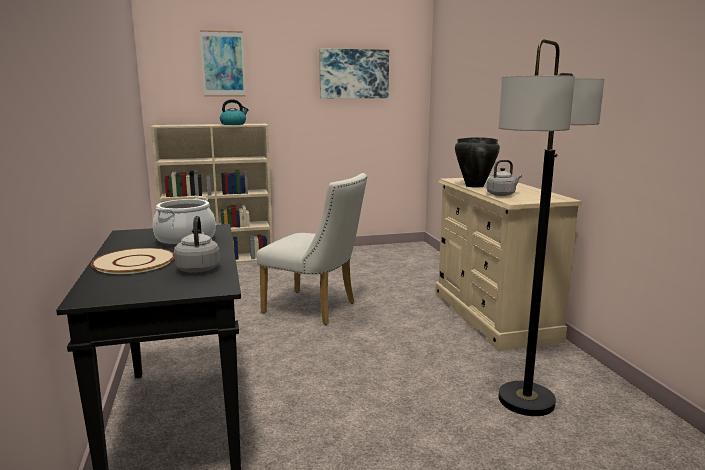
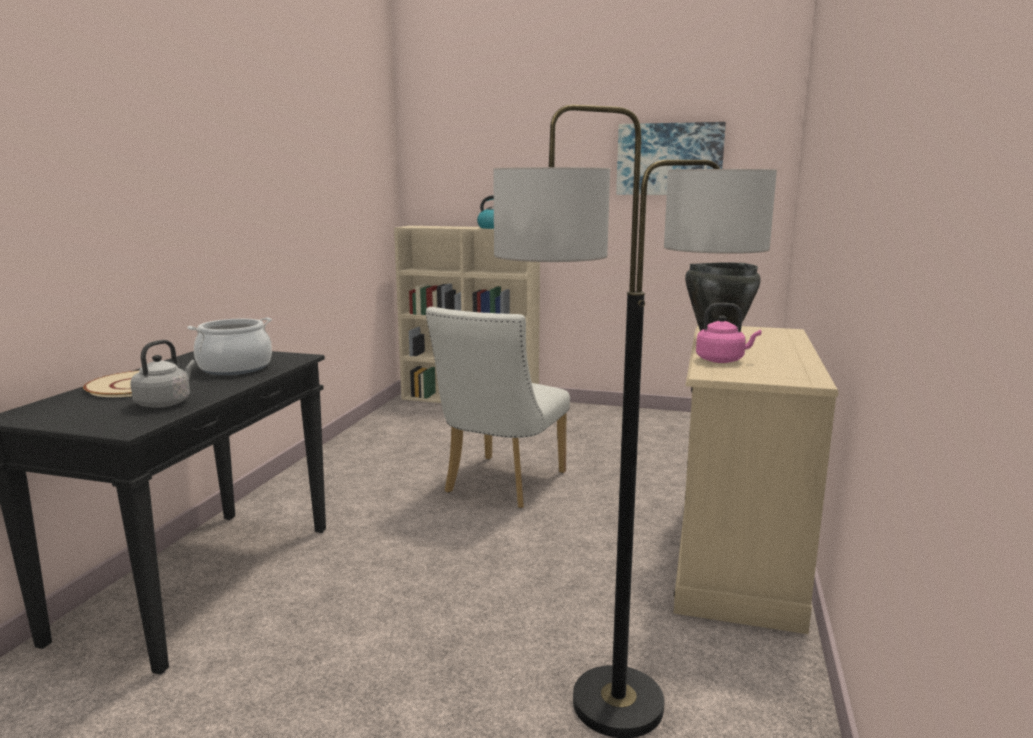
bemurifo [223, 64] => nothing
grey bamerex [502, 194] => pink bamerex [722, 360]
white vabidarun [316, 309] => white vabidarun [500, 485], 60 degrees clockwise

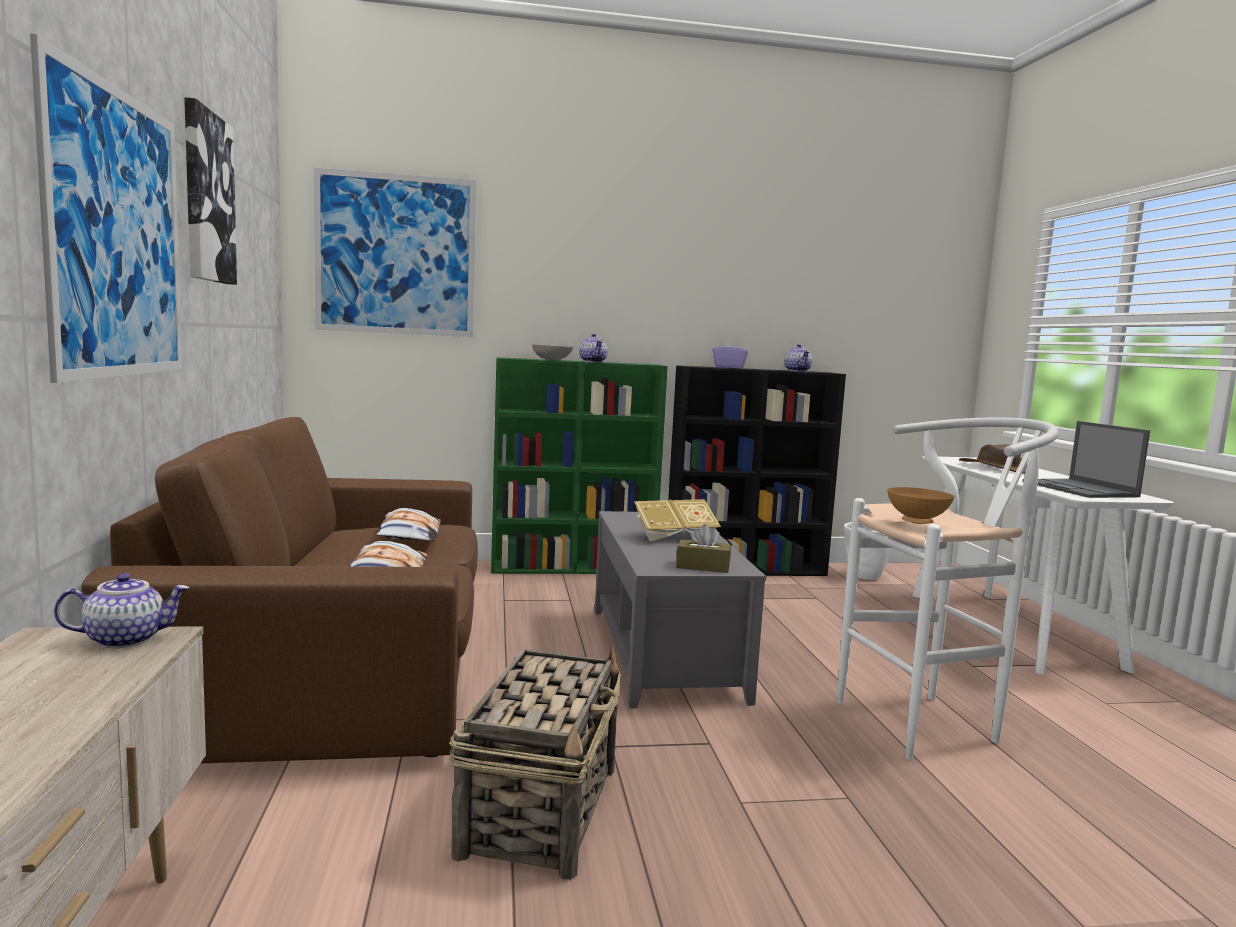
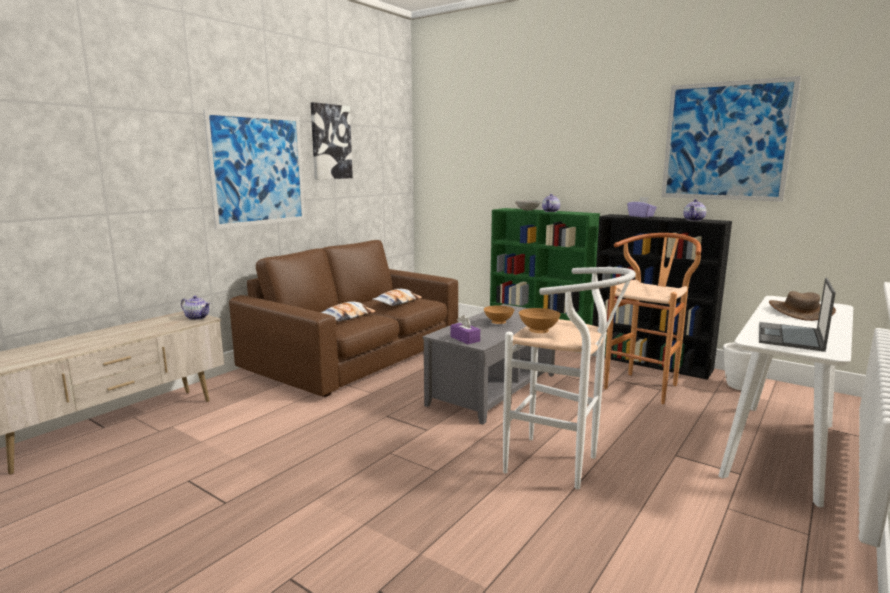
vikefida [541, 809] => nothing
nothing => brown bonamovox [645, 385]
bemurifo [396, 255] => bemurifo [725, 141], moved
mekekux [674, 537] => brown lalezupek [499, 323]
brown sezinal [703, 566] => purple sezinal [465, 339]

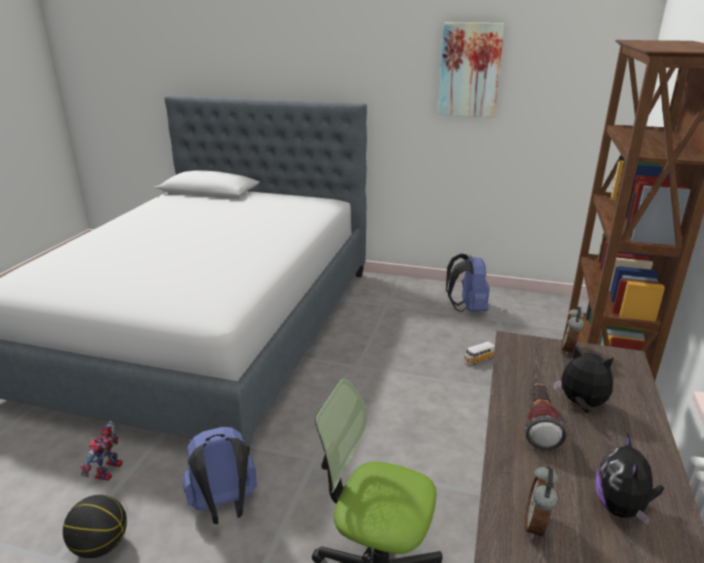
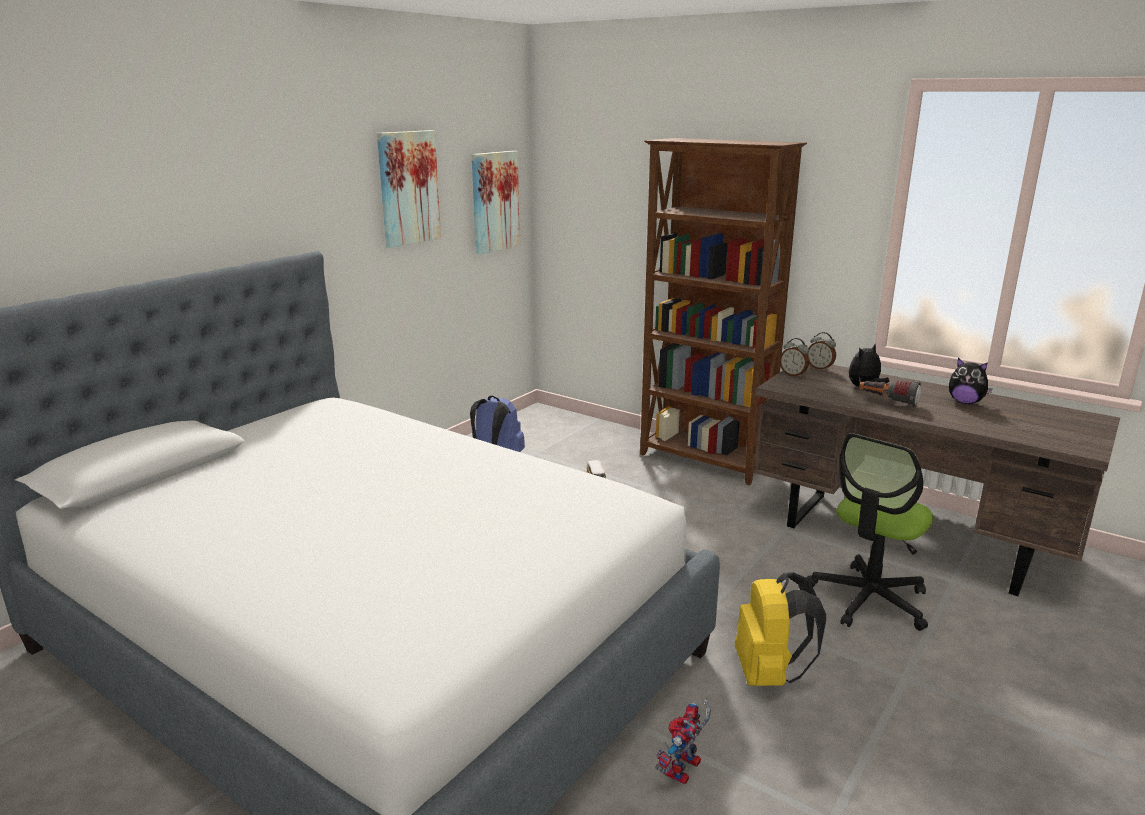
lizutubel [101, 546] => nothing
nothing => bemurifo [494, 202]
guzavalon [536, 525] => guzavalon [820, 368], moved
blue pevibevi [224, 507] => yellow pevibevi [769, 674]
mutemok [109, 473] => mutemok [684, 772], 90 degrees clockwise

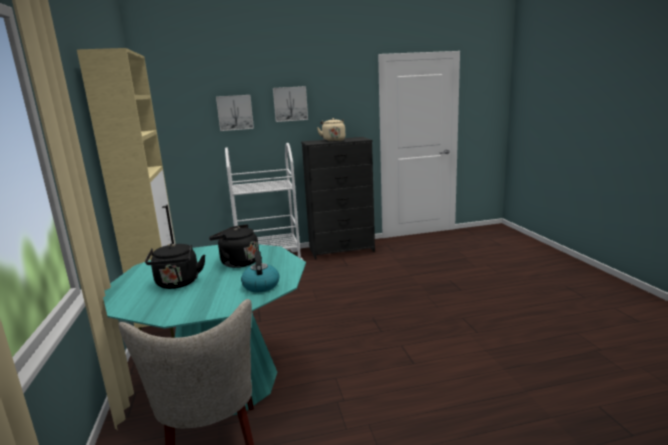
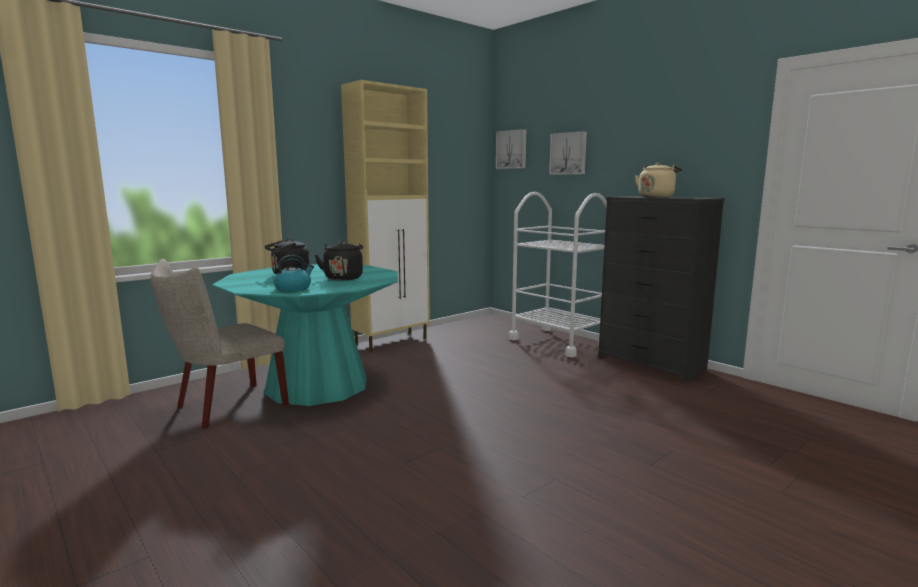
bemurifo [290, 104] => bemurifo [512, 149], moved

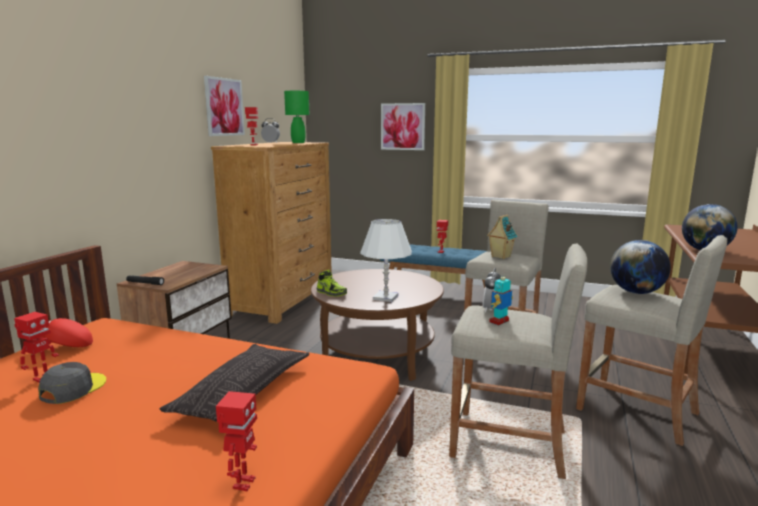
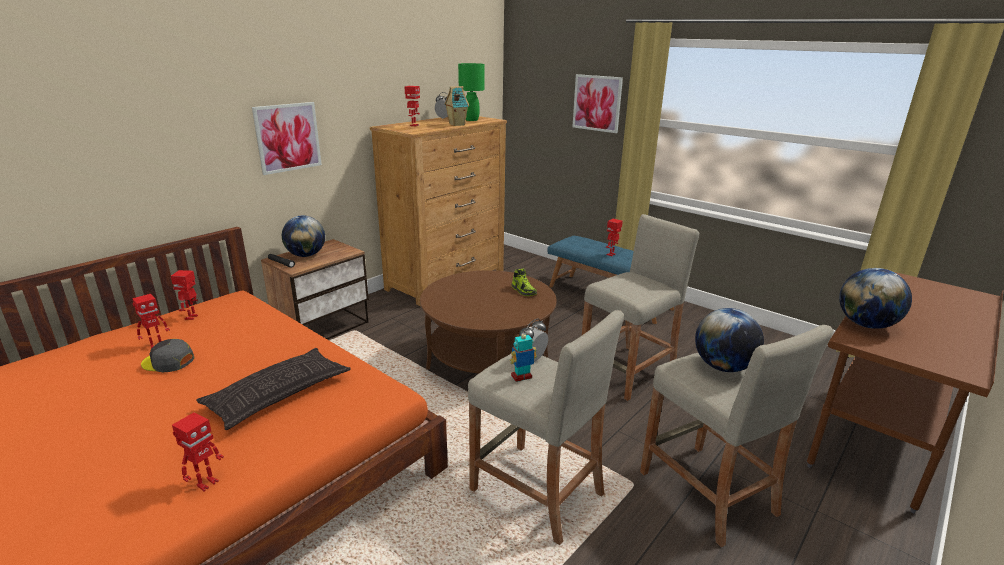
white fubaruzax [385, 297] => nothing
nothing => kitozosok [306, 255]
bemurifo [224, 107] => bemurifo [287, 137], moved
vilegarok [331, 293] => vilegarok [523, 291], moved
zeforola [500, 256] => zeforola [456, 125], moved
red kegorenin [64, 347] => mutemok [192, 317]
grey kegorenin [73, 389] => grey kegorenin [168, 362], 120 degrees counterclockwise

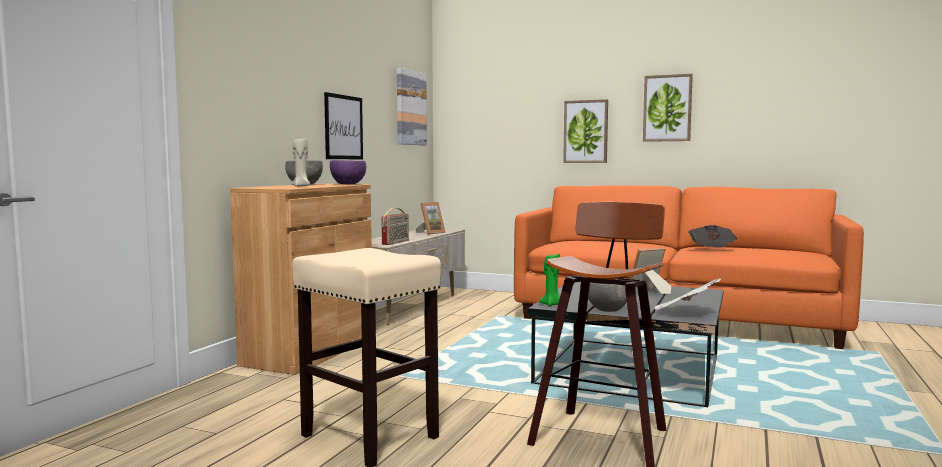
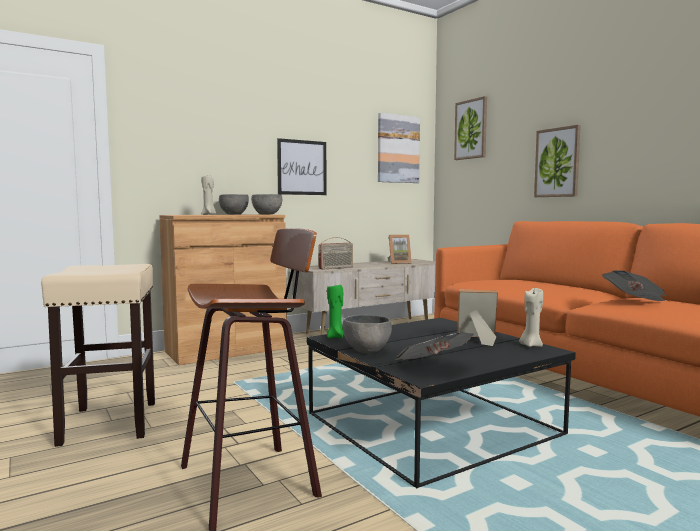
nothing => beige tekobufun [531, 345]
bemurifo [667, 108] => bemurifo [471, 129], moved
purple lalezupek [348, 184] => grey lalezupek [266, 214]

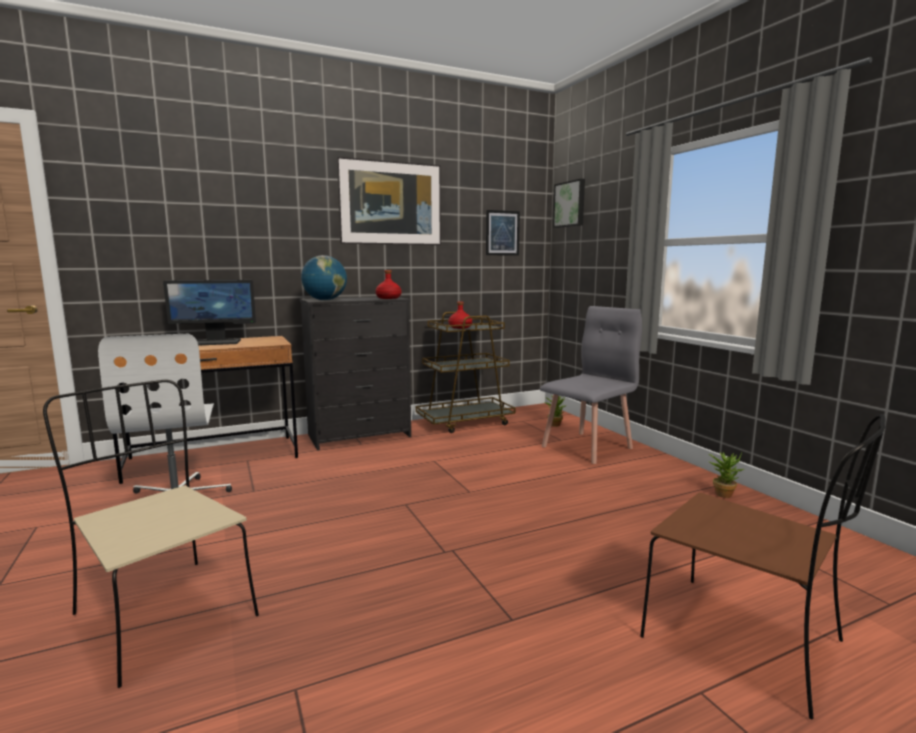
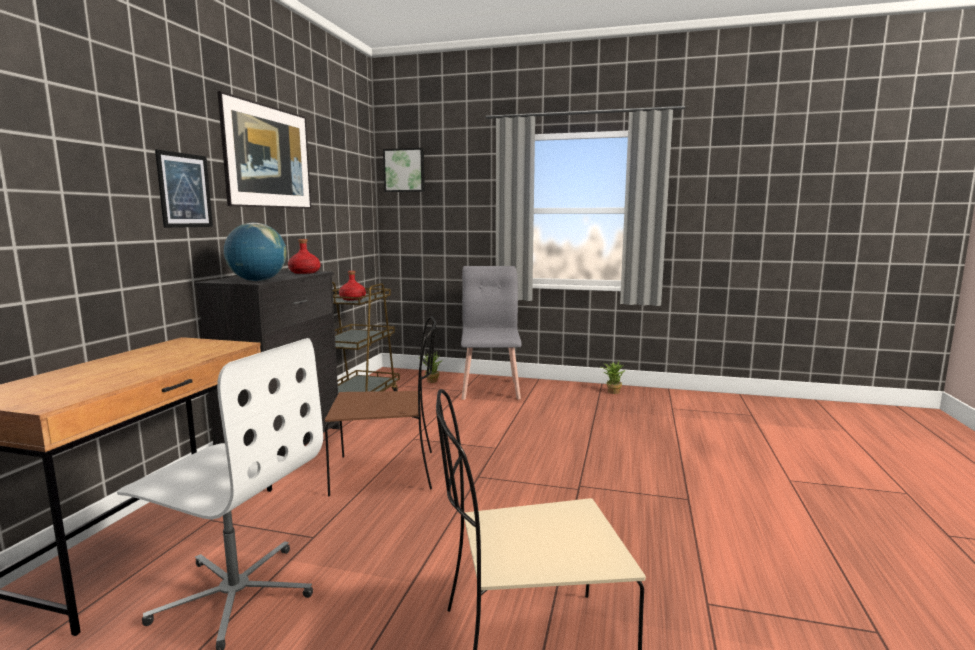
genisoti [214, 342] => nothing
bemurifo [502, 233] => bemurifo [185, 190], moved
brown vabidarun [746, 642] => brown vabidarun [387, 472], moved

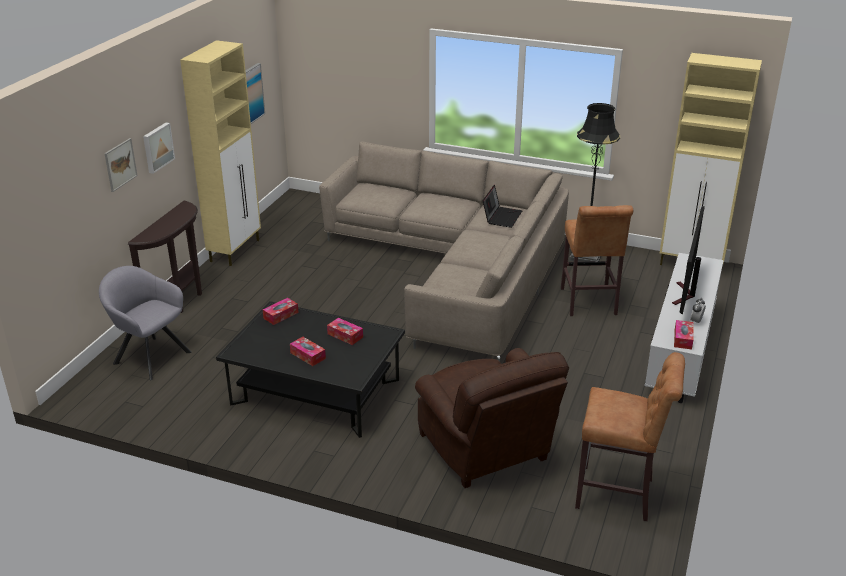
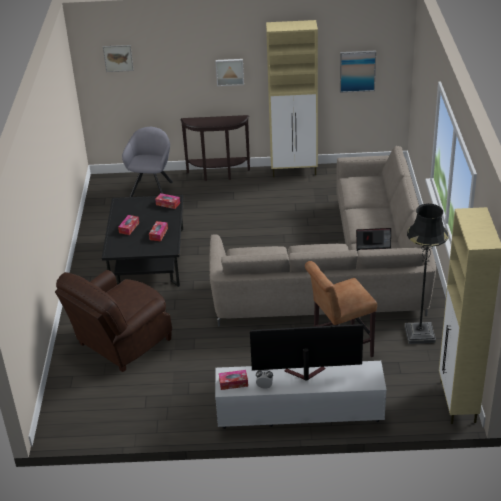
brown bonamovox [619, 494] => nothing
bemurifo [120, 164] => bemurifo [118, 58], moved

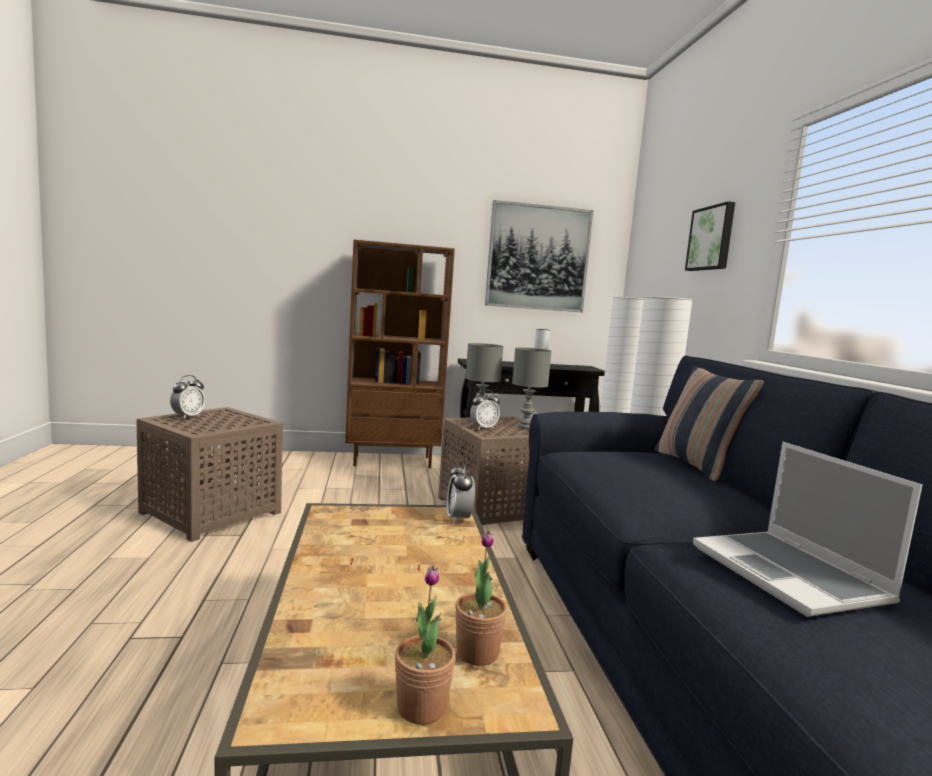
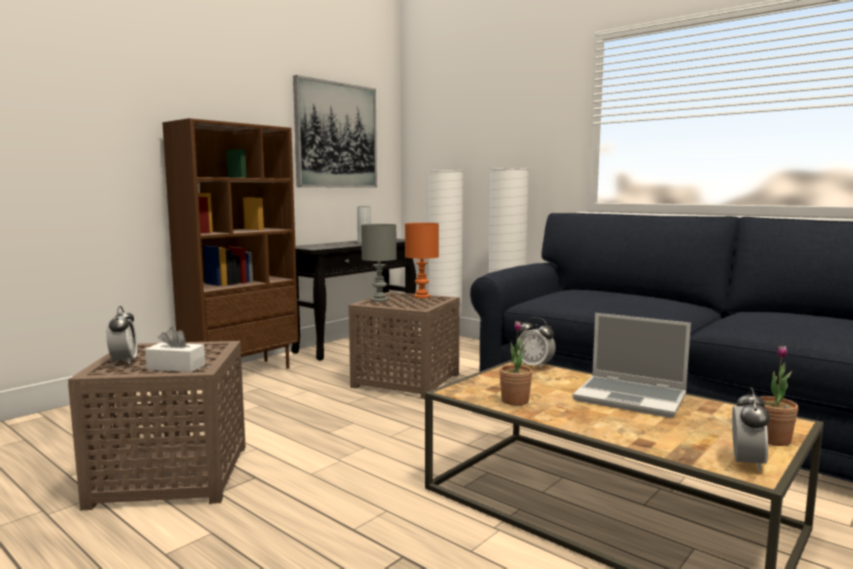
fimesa [696, 465] => nothing
bemurifo [712, 238] => nothing
nothing => white sezinal [176, 367]
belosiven [477, 653] => belosiven [515, 401], moved
guzavalon [483, 428] => guzavalon [746, 463], moved
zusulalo [790, 575] => zusulalo [632, 398], moved
grey fubaruzax [526, 426] => orange fubaruzax [422, 296]

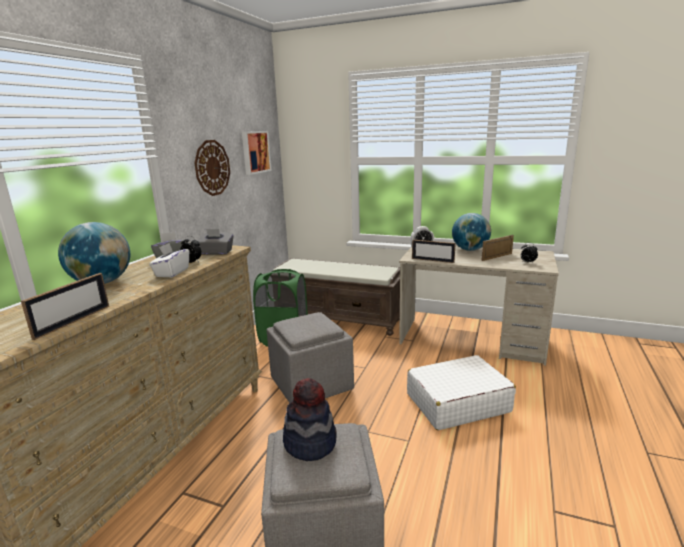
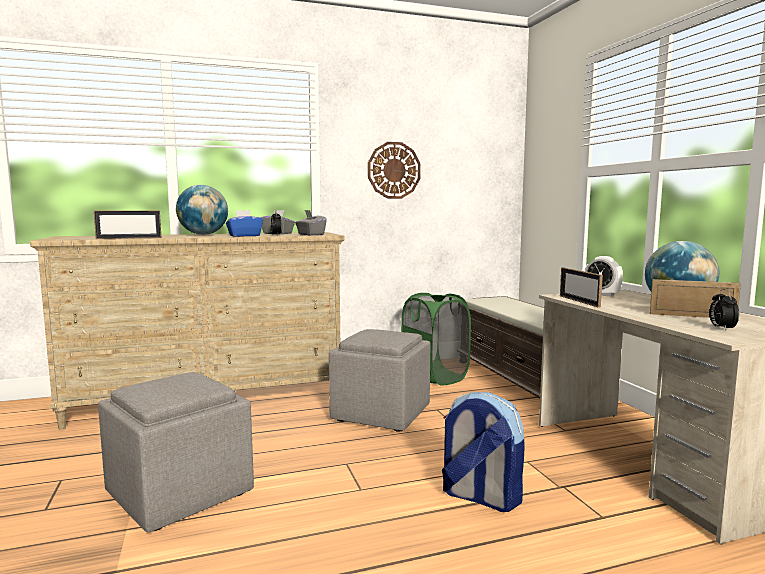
bemurifo [255, 152] => nothing
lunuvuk [310, 442] => nothing
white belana [457, 403] => pevibevi [479, 497]
white sezinal [172, 272] => blue sezinal [244, 236]

